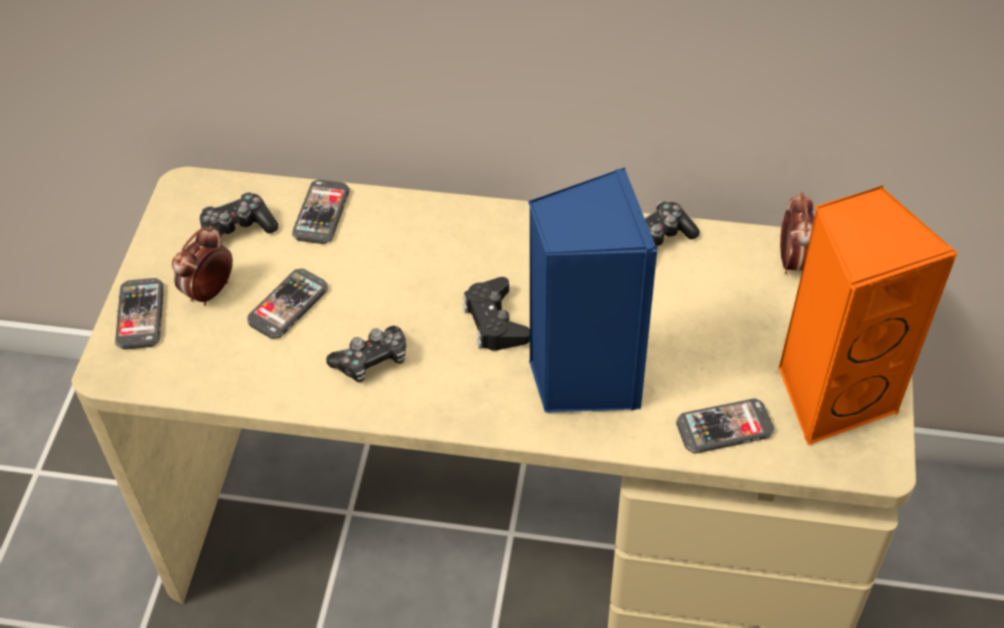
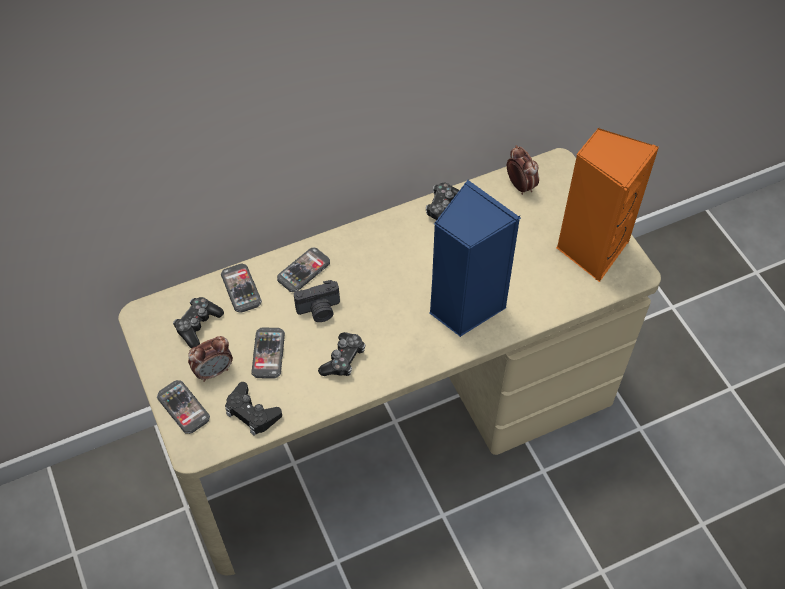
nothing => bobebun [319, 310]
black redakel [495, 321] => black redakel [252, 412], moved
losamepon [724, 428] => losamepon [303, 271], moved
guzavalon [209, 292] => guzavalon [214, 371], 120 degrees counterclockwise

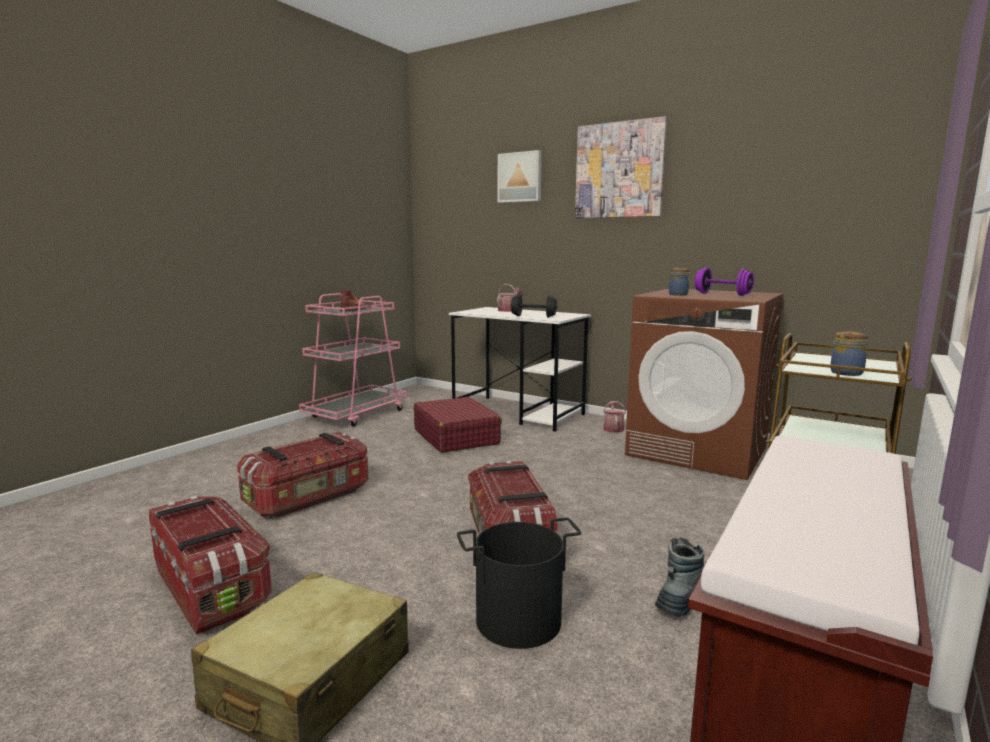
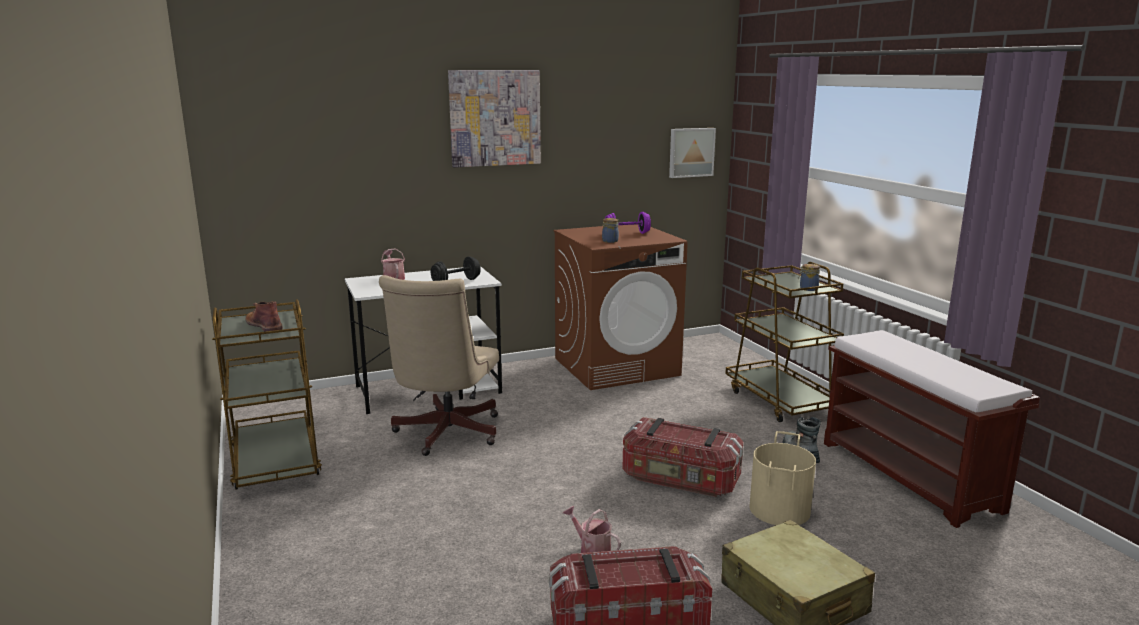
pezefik [309, 497] => nothing
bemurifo [520, 177] => bemurifo [691, 152], moved
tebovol [613, 428] => tebovol [591, 549], moved
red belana [456, 437] => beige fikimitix [444, 434]
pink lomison [356, 414] => brown lomison [276, 463]
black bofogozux [518, 619] => beige bofogozux [778, 509]

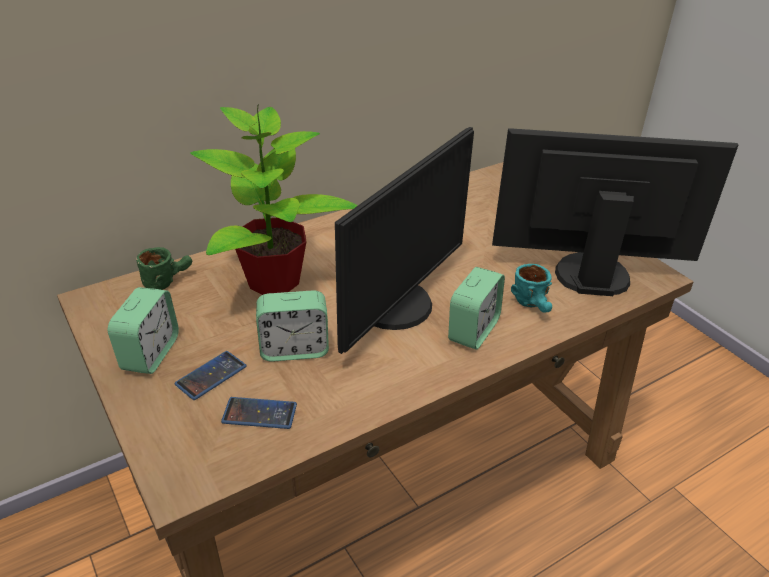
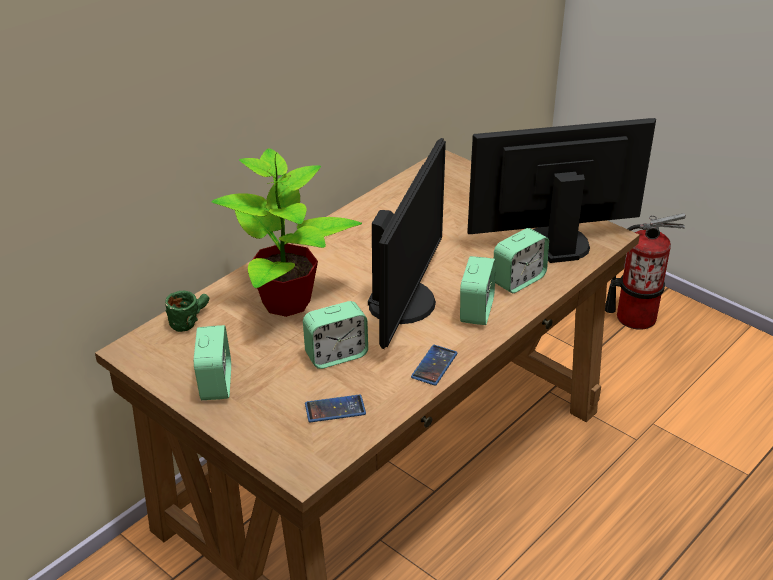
nothing => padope [635, 317]
losamepon [211, 376] => losamepon [434, 365], moved
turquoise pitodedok [535, 306] => guzavalon [518, 280]

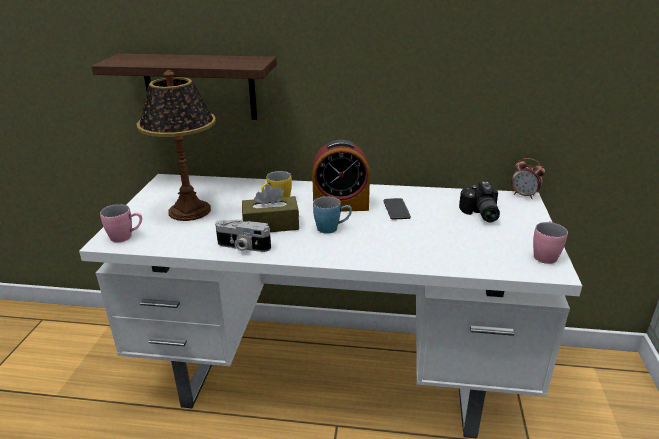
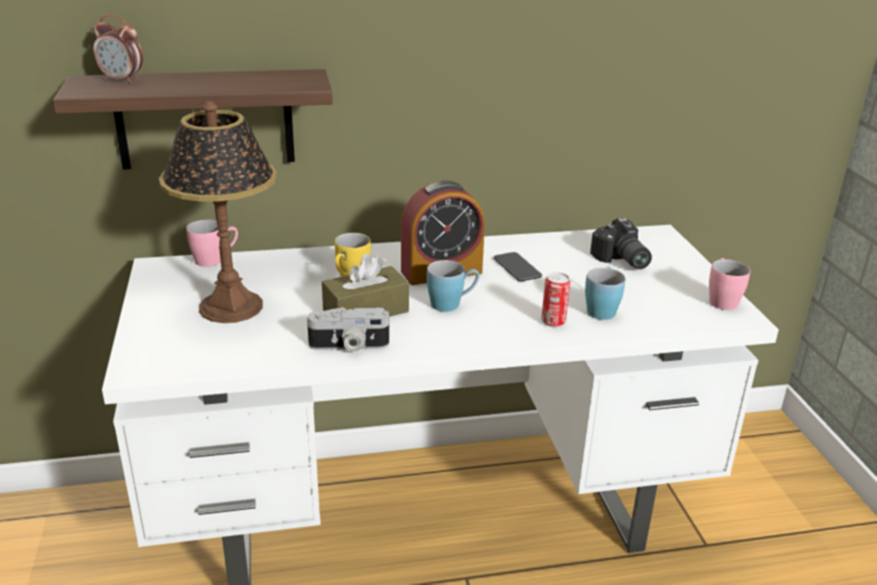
nothing => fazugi [553, 322]
nothing => blue pitodedok [601, 309]
pink pitodedok [126, 237] => pink pitodedok [215, 260], moved
guzavalon [524, 195] => guzavalon [122, 80], moved

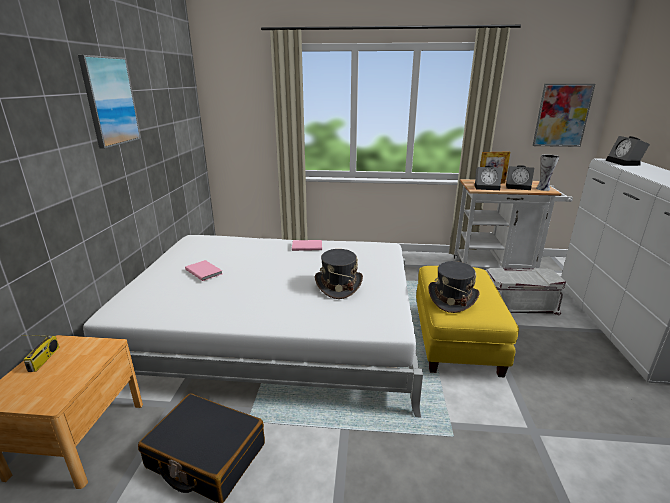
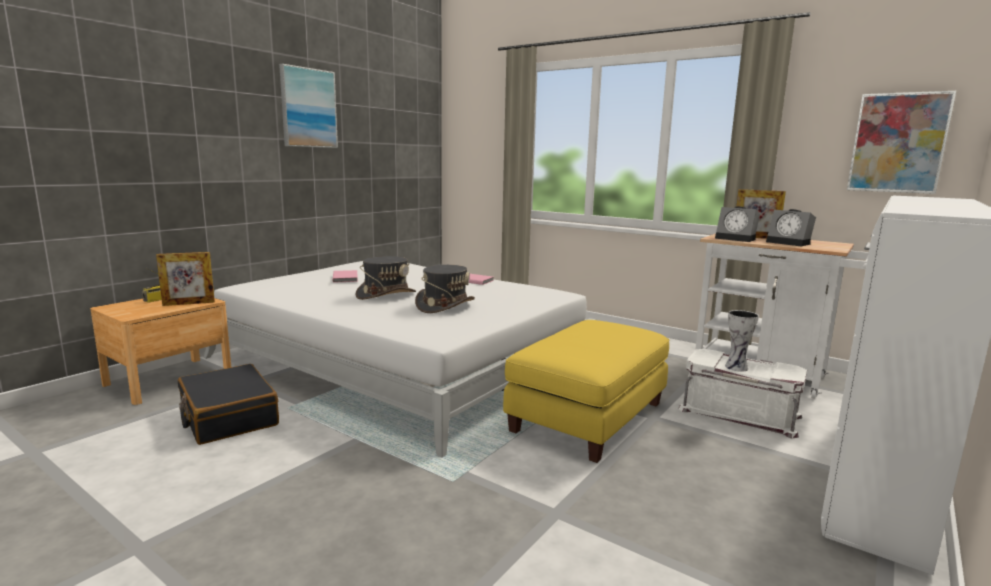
guzavalon [624, 163] => nothing
nothing => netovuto [189, 303]
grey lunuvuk [452, 298] => grey lunuvuk [386, 294], moved
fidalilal [543, 189] => fidalilal [737, 367], moved

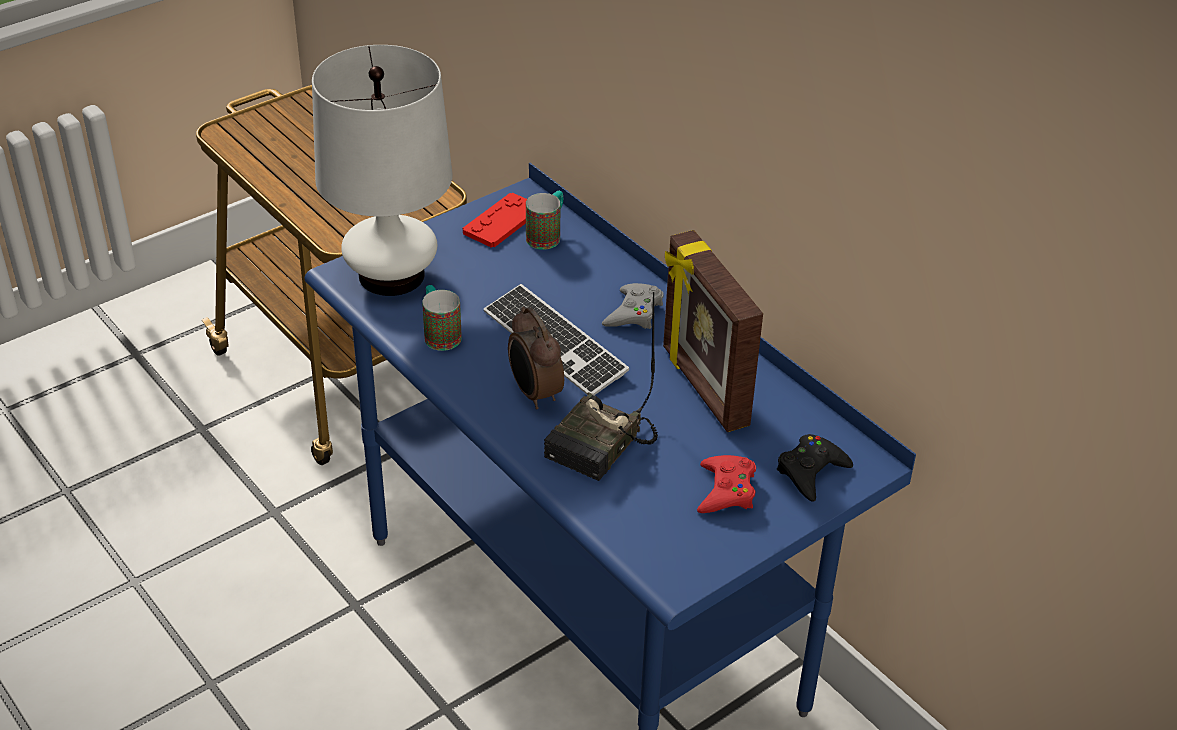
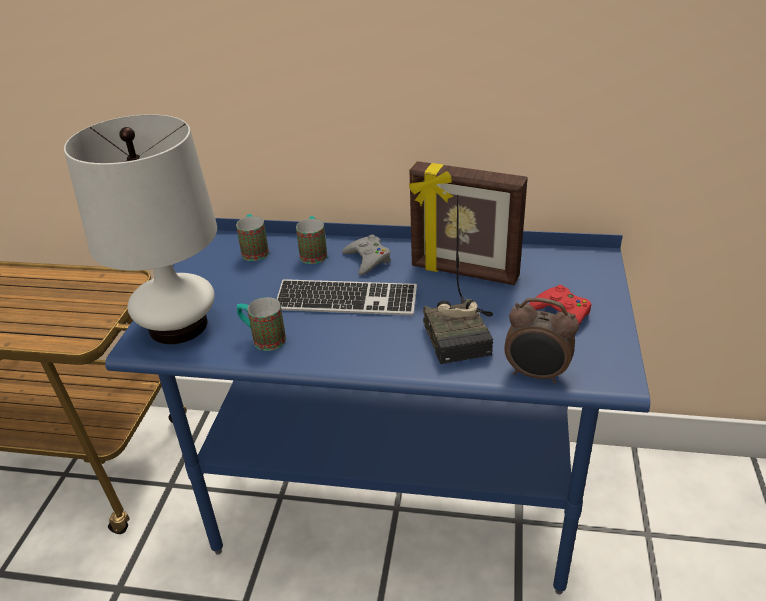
red redakel [502, 222] => nothing
black redakel [811, 472] => nothing
nothing => pitodedok [314, 253]
guzavalon [534, 394] => guzavalon [536, 375], moved

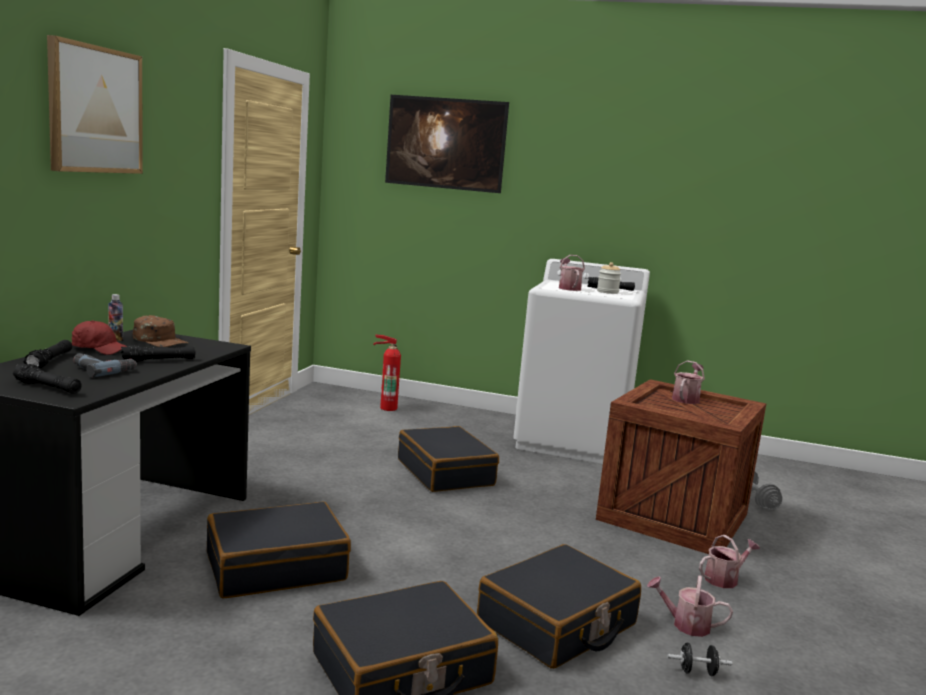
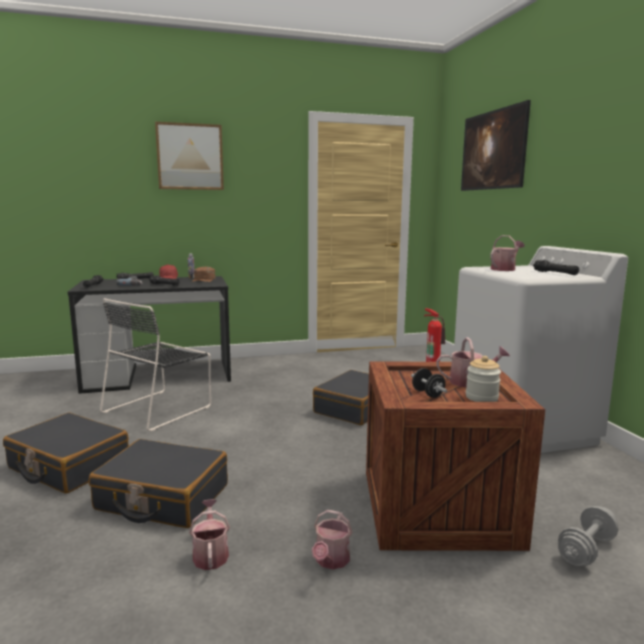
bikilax [607, 292] => bikilax [481, 397], moved
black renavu [697, 672] => black renavu [428, 394], moved
black belana [276, 567] => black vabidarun [160, 408]
tebovol [724, 579] => tebovol [331, 561], 75 degrees clockwise

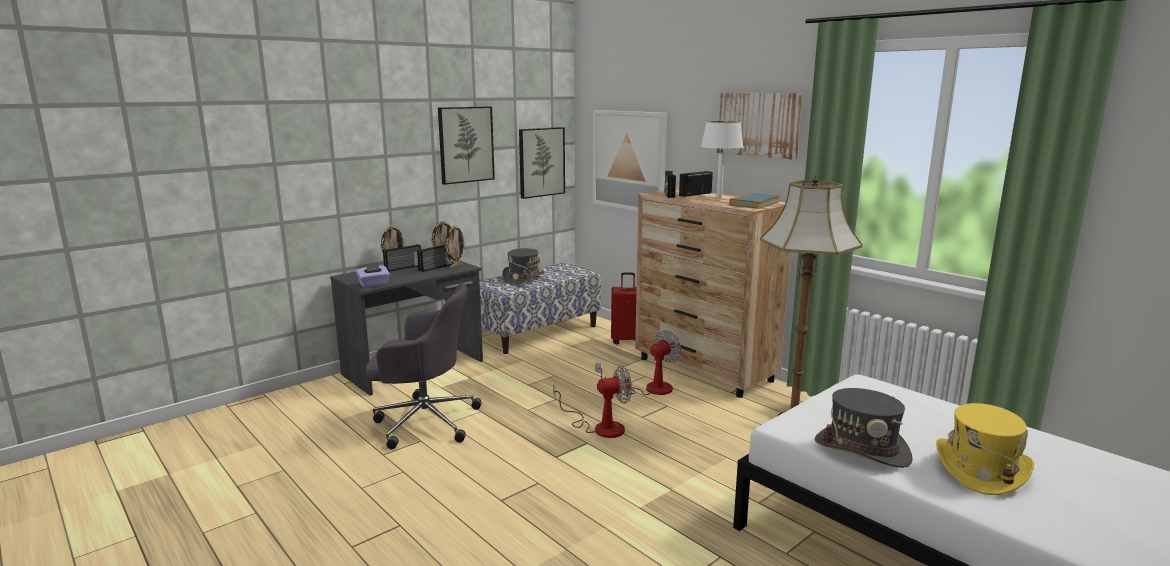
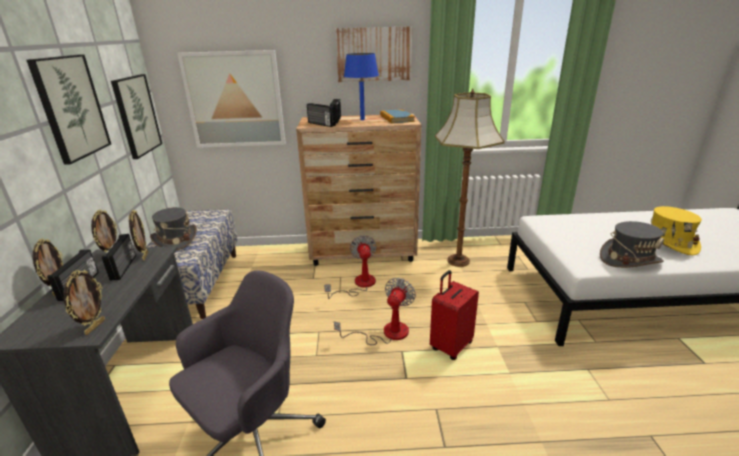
red belana [627, 340] => red belana [450, 346], moved
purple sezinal [374, 285] => netovuto [94, 327]
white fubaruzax [719, 198] => blue fubaruzax [362, 119]

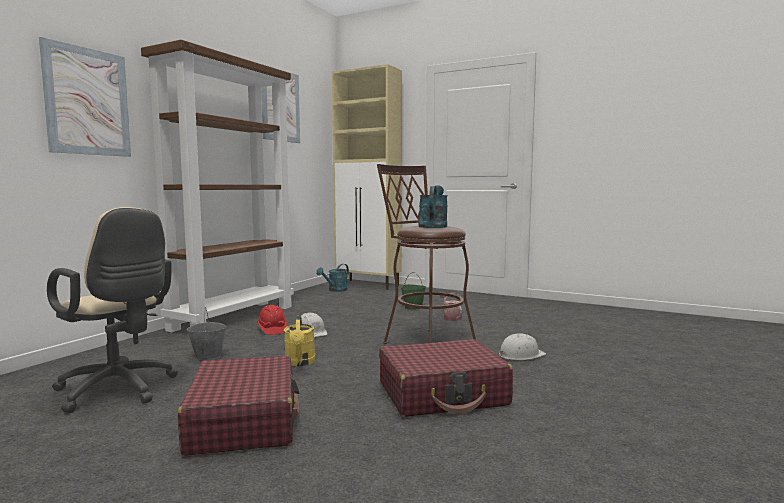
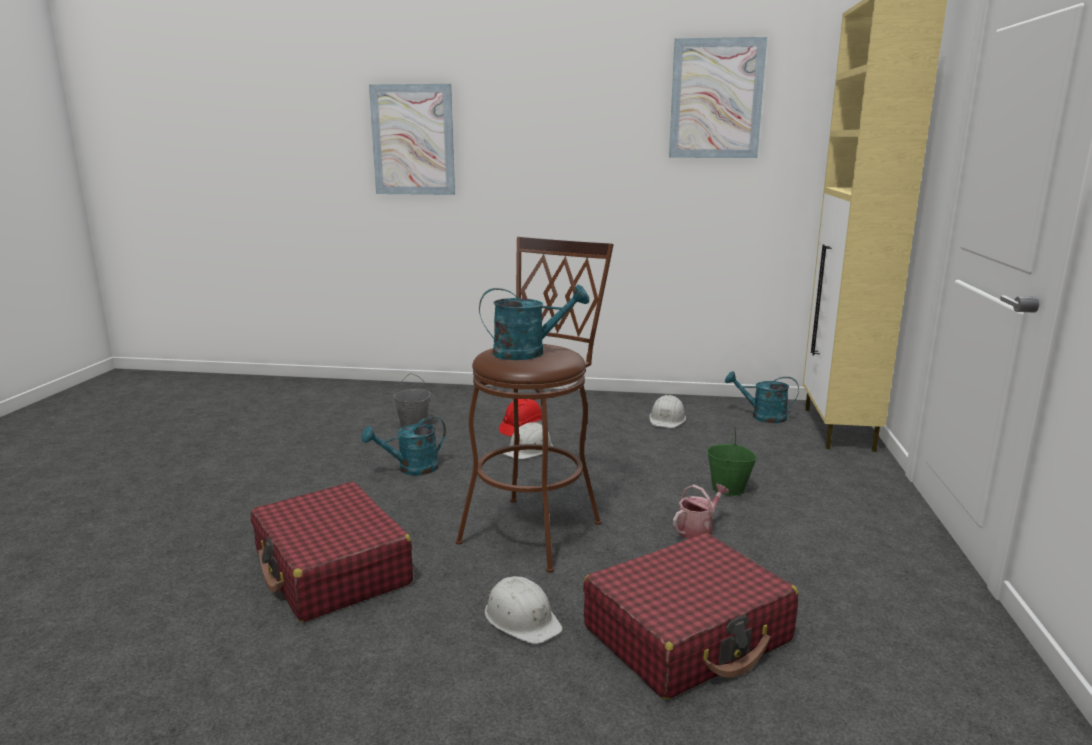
beige fikimitix [119, 390] => nothing
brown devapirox [234, 317] => nothing
nothing => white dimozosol [667, 419]
red belana [244, 421] => red belana [688, 634], moved
yellow tebovol [300, 363] => turquoise tebovol [411, 469]

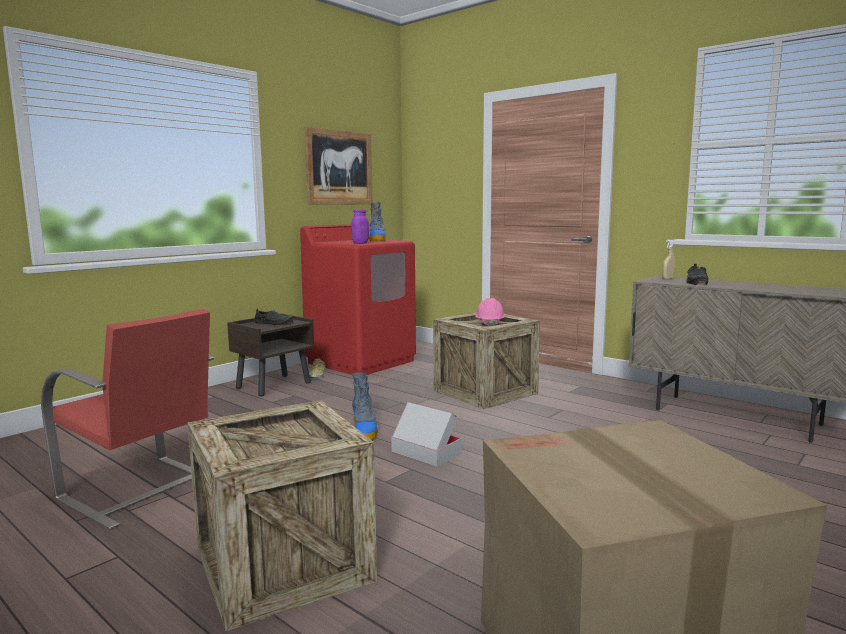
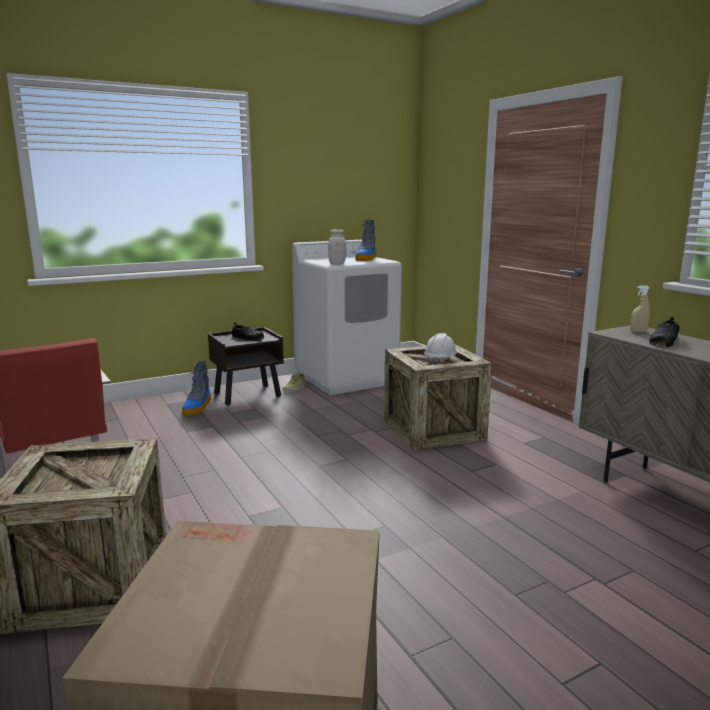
bemurifo [339, 167] => nothing
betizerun [426, 452] => nothing
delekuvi [364, 431] => delekuvi [197, 407], moved
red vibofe [361, 362] => white vibofe [346, 378]
purple bikilax [360, 243] => white bikilax [337, 264]
pink dimozosol [489, 324] => white dimozosol [440, 360]

